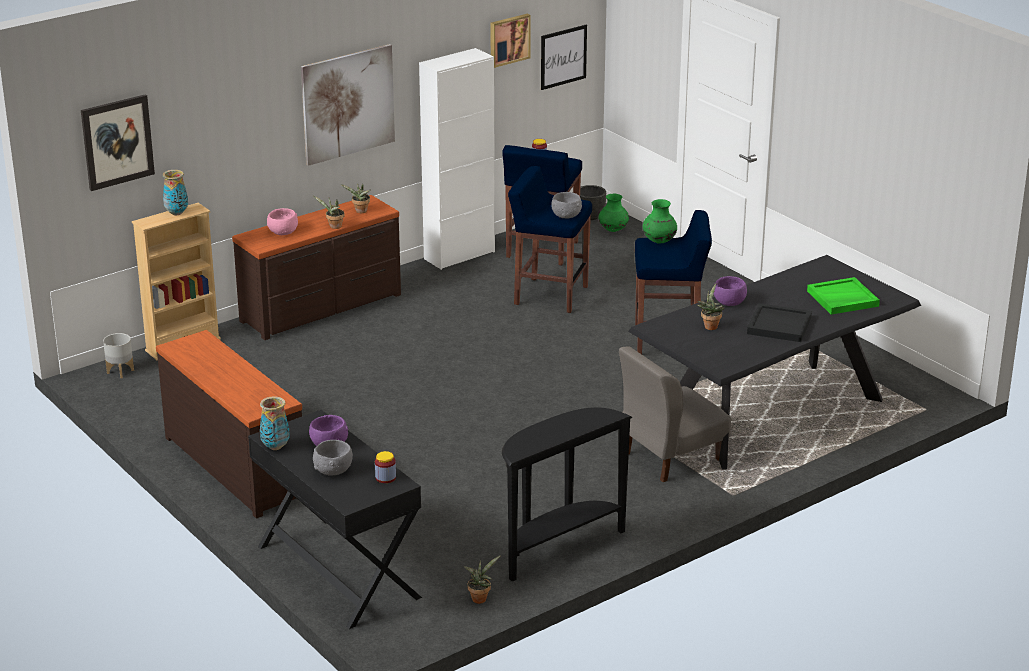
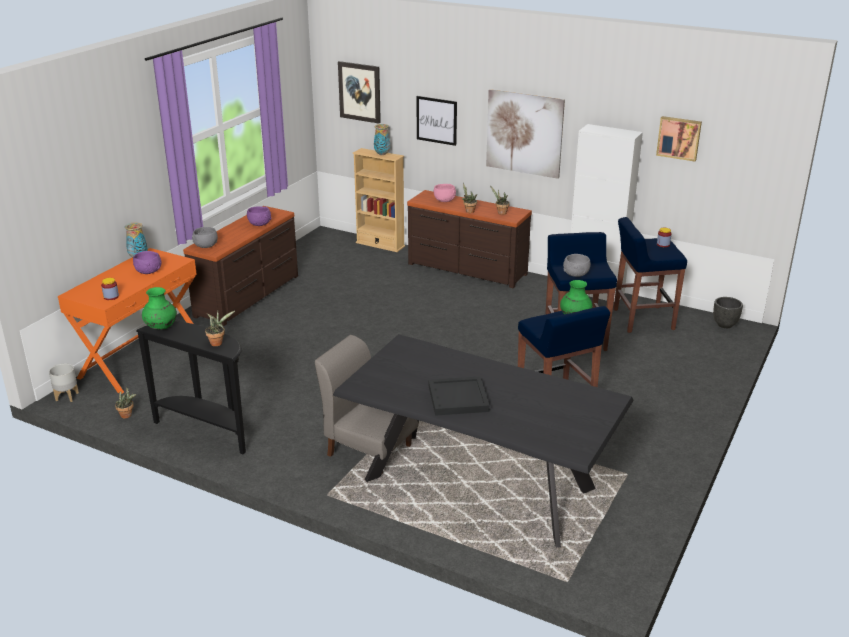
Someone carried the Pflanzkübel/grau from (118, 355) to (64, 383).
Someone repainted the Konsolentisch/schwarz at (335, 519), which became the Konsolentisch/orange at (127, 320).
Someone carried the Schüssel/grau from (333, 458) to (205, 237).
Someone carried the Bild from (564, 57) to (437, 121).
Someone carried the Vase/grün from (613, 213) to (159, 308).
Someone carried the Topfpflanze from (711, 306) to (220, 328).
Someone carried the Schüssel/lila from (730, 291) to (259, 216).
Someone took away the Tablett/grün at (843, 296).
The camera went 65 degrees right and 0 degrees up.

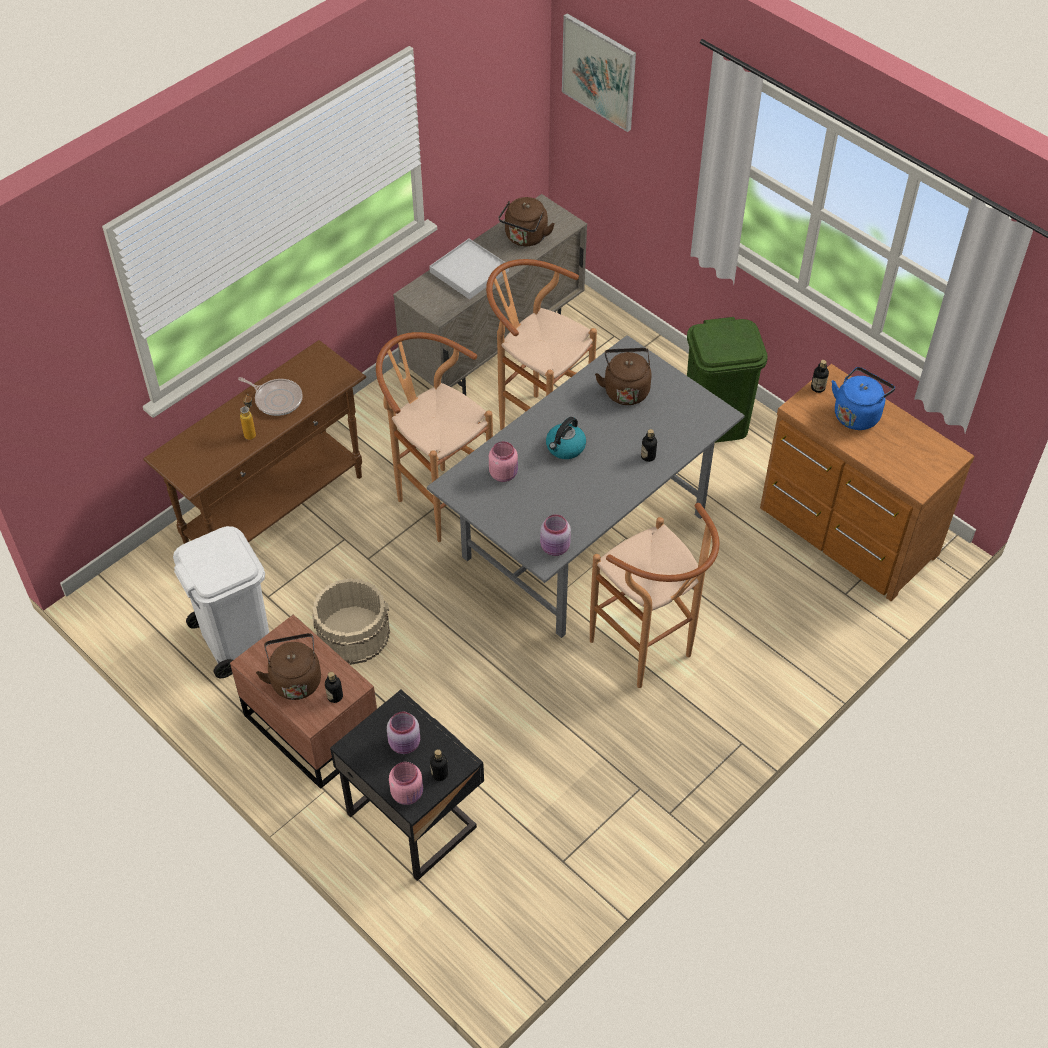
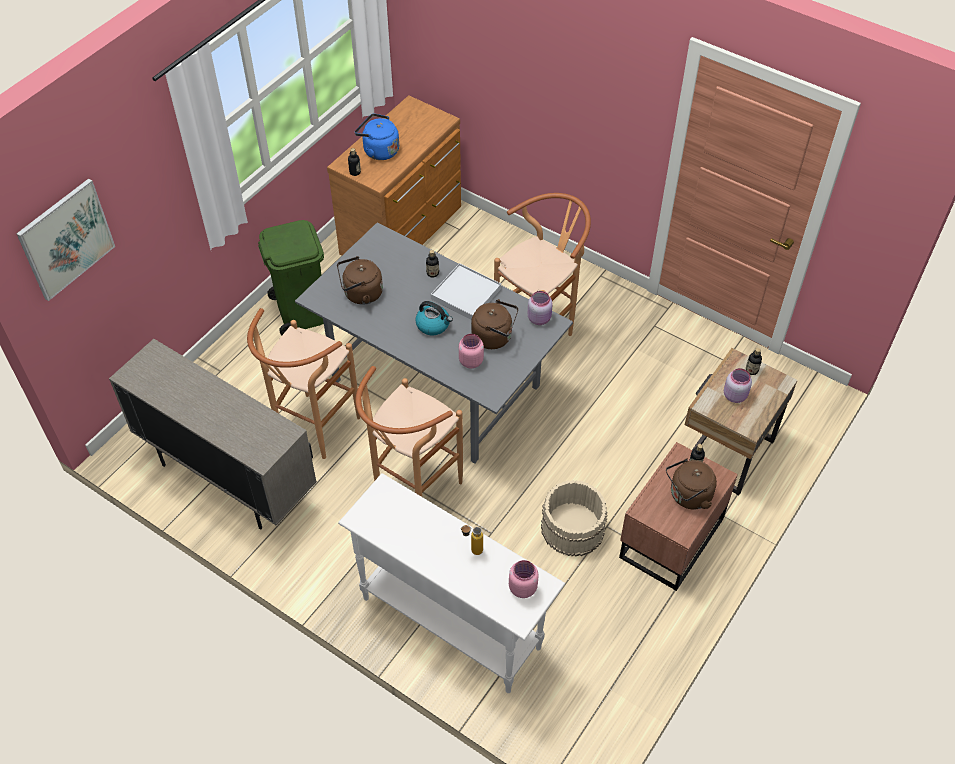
Someone repainted the Konsolentisch/braun at (254, 442), which became the Konsolentisch/weiß at (451, 583).
Someone took away the Mülleimer/weiß at (221, 602).
Someone took away the Pfanne at (270, 396).
Someone repainted the Nachttisch/schwarz at (407, 785), which became the Nachttisch/beige at (741, 421).
Someone carried the Vorratsglas/rosa from (406, 783) to (524, 579).
Someone carried the Tablett/weiß from (469, 269) to (466, 291).
Someone carried the Wasserkessel/braun from (527, 221) to (494, 324).
The camera went 100 degrees left and 0 degrees up.

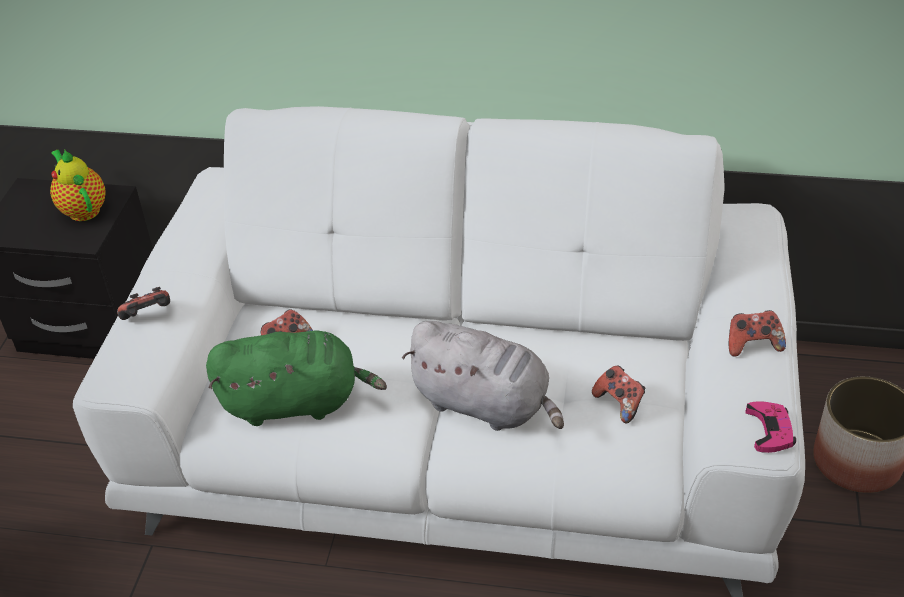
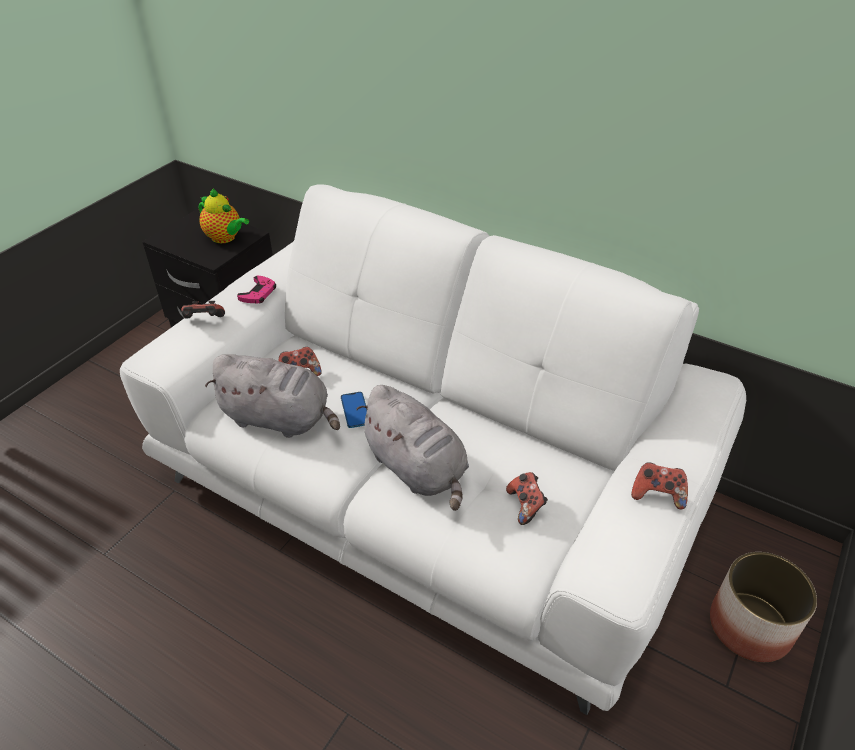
Someone rotated the Teekanne at (78, 185) by 135 degrees clockwise.
Someone repainted the Plüschtier/grün at (296, 378), which became the Plüschtier/grau at (272, 396).
Someone carried the Gamepad/rosa from (770, 427) to (256, 289).
Someone put down the Handy at (354, 410).
The camera went 20 degrees right and 0 degrees up.

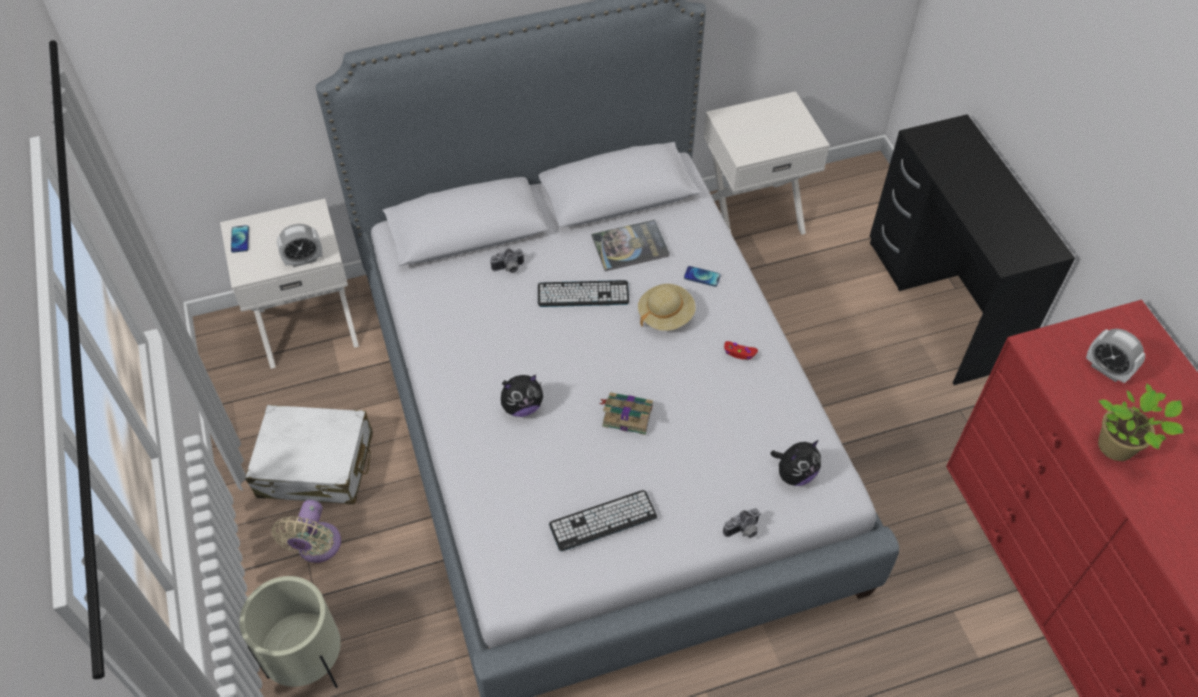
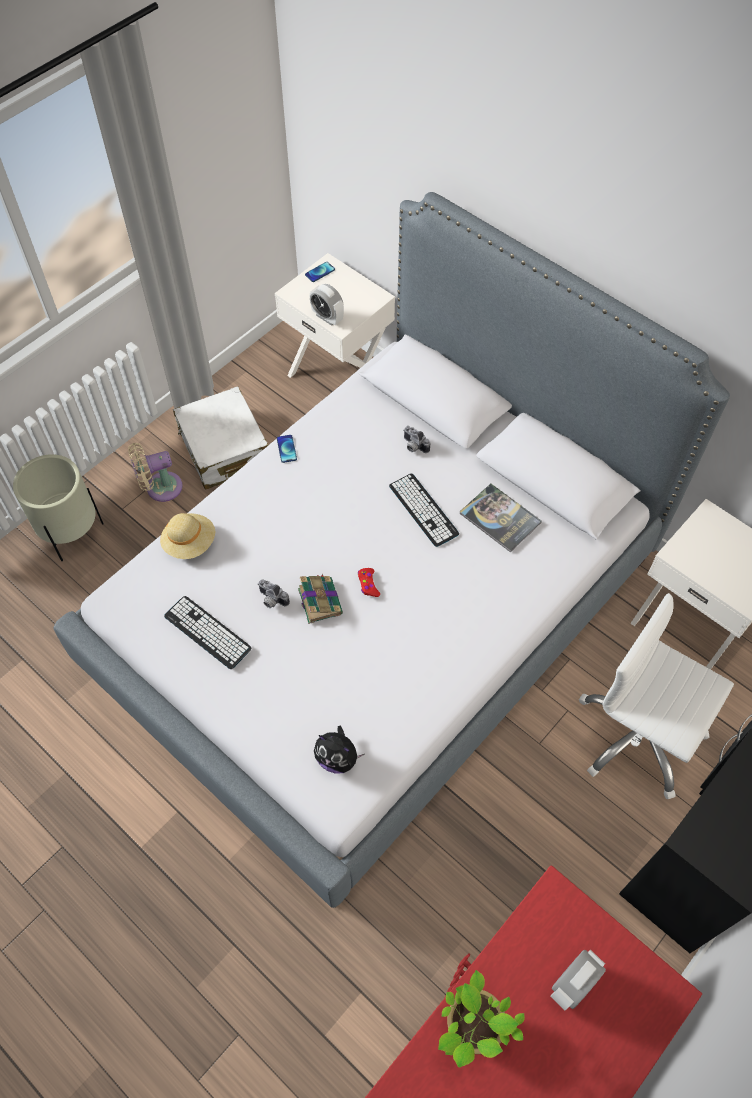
Someone took away the Plüschtier at (522, 396).
Someone carried the Hut/beige from (667, 307) to (187, 536).
Someone carried the Handy from (702, 276) to (287, 449).
Someone carried the Kamera from (742, 523) to (274, 593).
Someone carried the Gamepad/rot from (741, 350) to (369, 582).
Someone rotated the Wecker at (1115, 356) by 150 degrees counterclockwise.
Someone put down the Bürostuhl/weiß at (656, 696).
The camera went 60 degrees right and 5 degrees up.

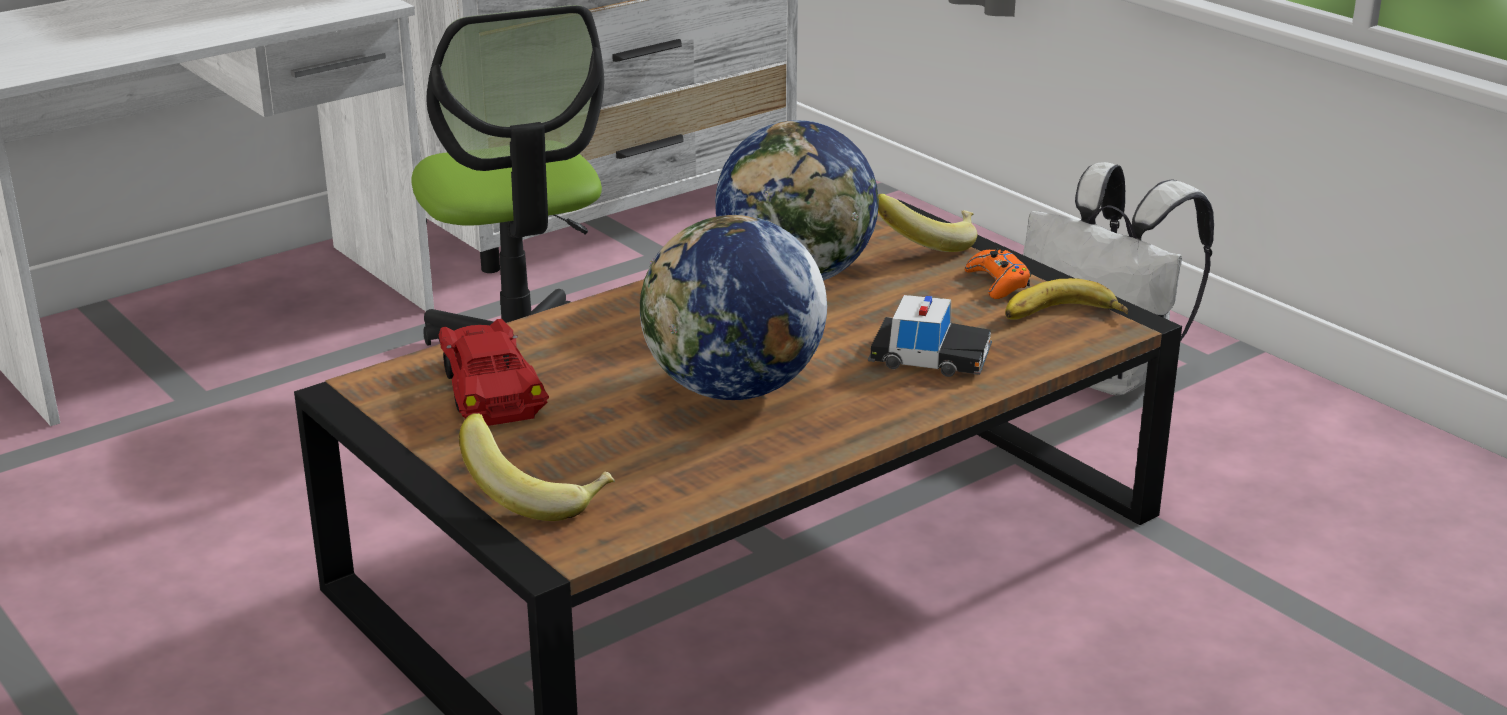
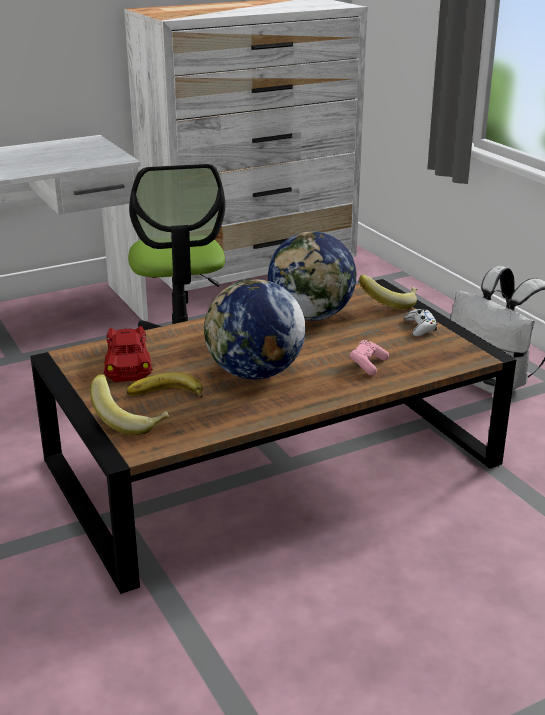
Someone swapped the Spielzeugauto at (930, 336) for the Gamepad/rosa at (369, 357).
Someone repainted the Gamepad/orange at (998, 274), which became the Gamepad/weiß at (420, 322).
Someone carried the Banane from (1066, 299) to (164, 385).
The camera went 10 degrees right and 0 degrees up.

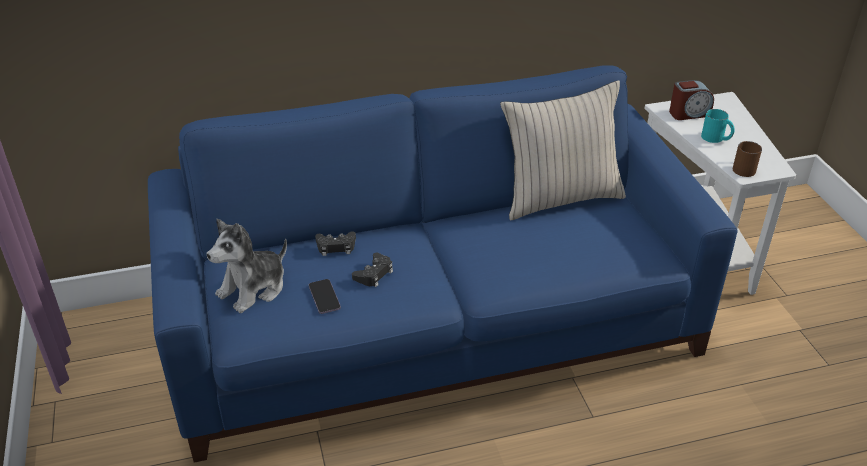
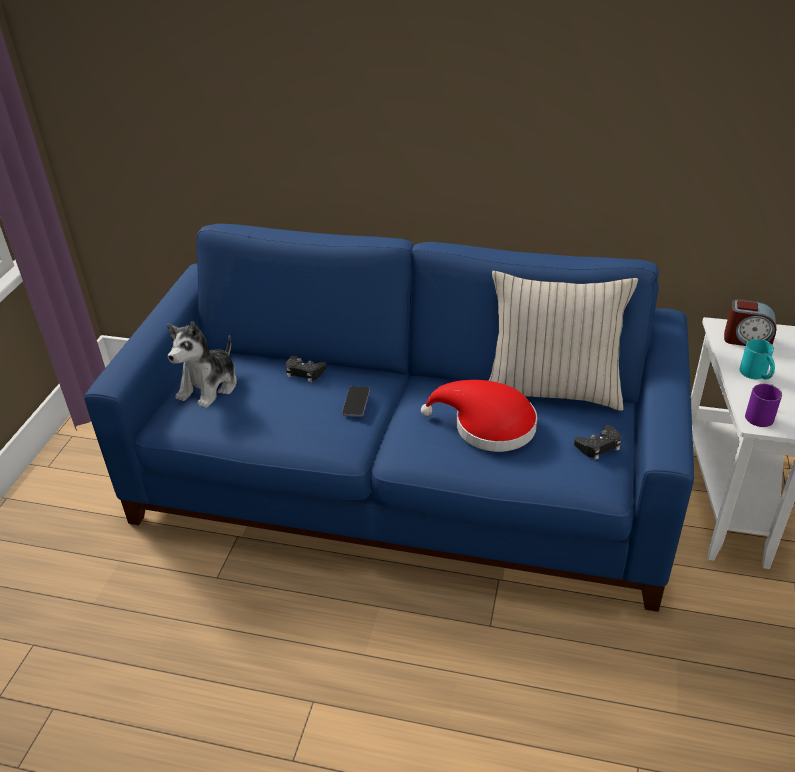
Someone rotated the Plüschtier at (247, 266) by 45 degrees counterclockwise.
Someone carried the Handy from (325, 296) to (356, 401).
Someone carried the Gamepad/schwarz from (372, 270) to (597, 442).
Someone repainted the Henkelbecher/braun at (747, 159), which became the Henkelbecher/lila at (763, 405).
Someone put down the Hut/rot at (479, 416).
The camera went 30 degrees right and 0 degrees up.

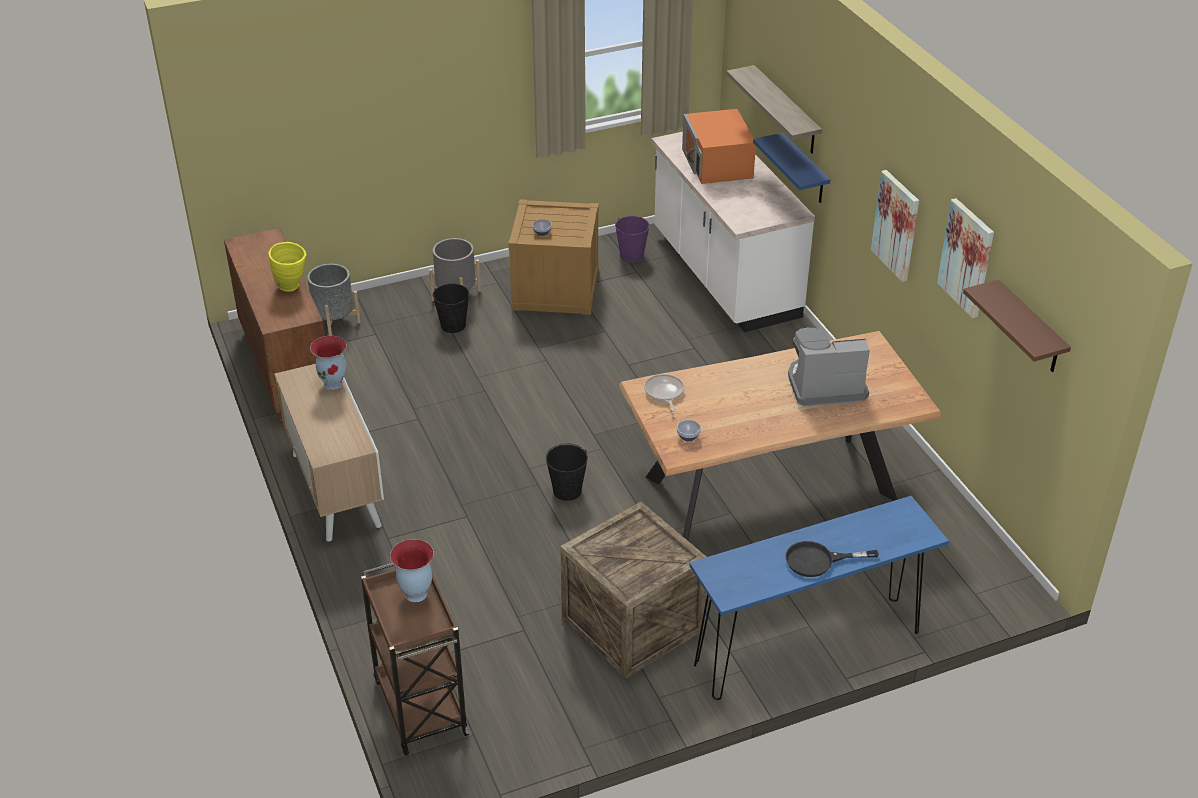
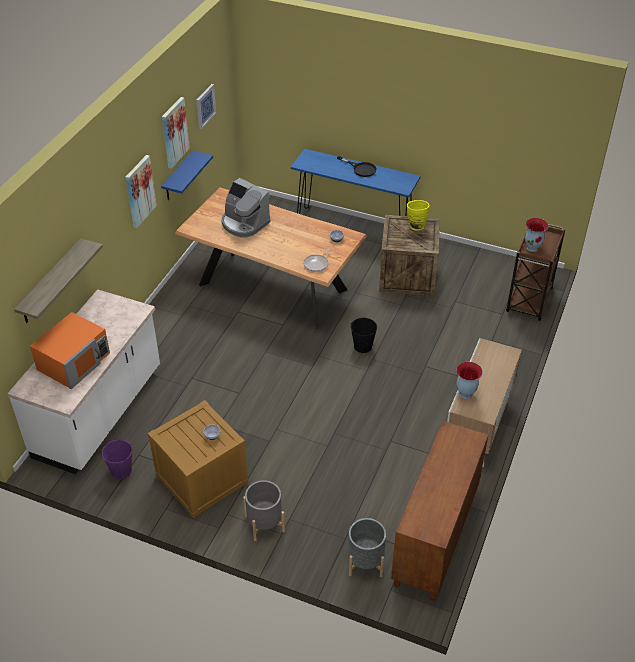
Someone carried the Vase/gelb from (287, 267) to (418, 215).
Someone took away the Eimer/schwarz at (450, 308).
Someone carried the Wandregal/blau from (791, 168) to (187, 175).
Someone swapped the Wandregal/braun at (1017, 326) for the Bild at (206, 106).
The camera went 135 degrees left and 5 degrees up.

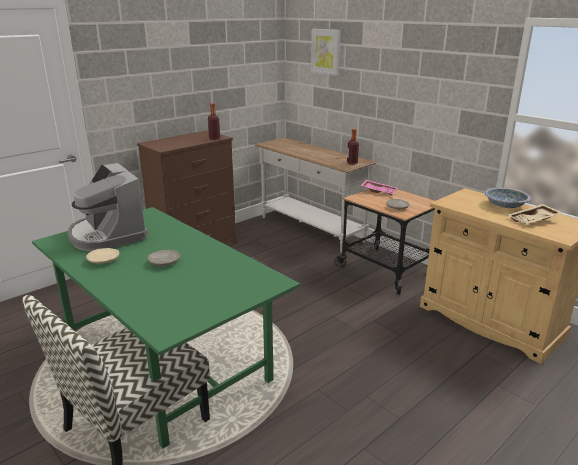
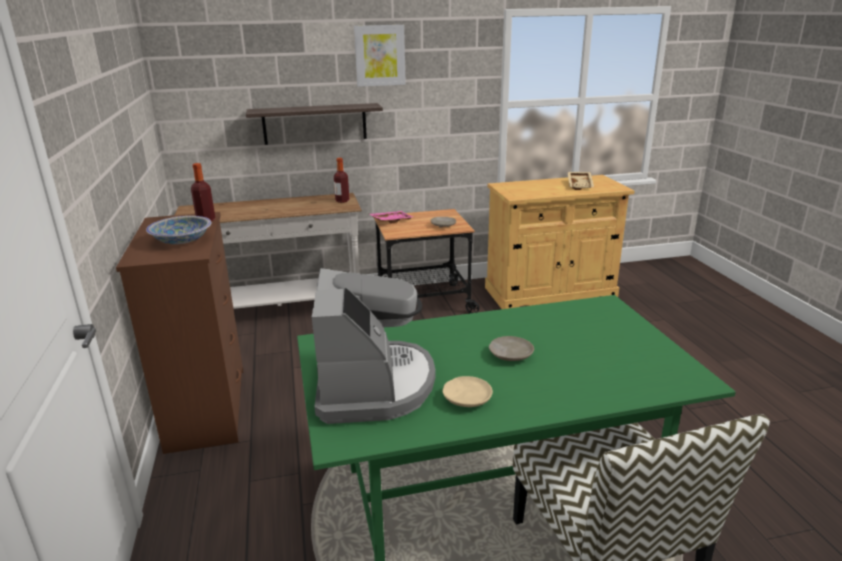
Someone rotated the Kaffeemaschine at (108, 207) by 90 degrees counterclockwise.
Someone carried the Bild from (326, 52) to (380, 56).
Someone carried the Schüssel from (507, 198) to (178, 230).
Someone put up the Wandregal at (314, 124).
The camera went 60 degrees left and 0 degrees up.

